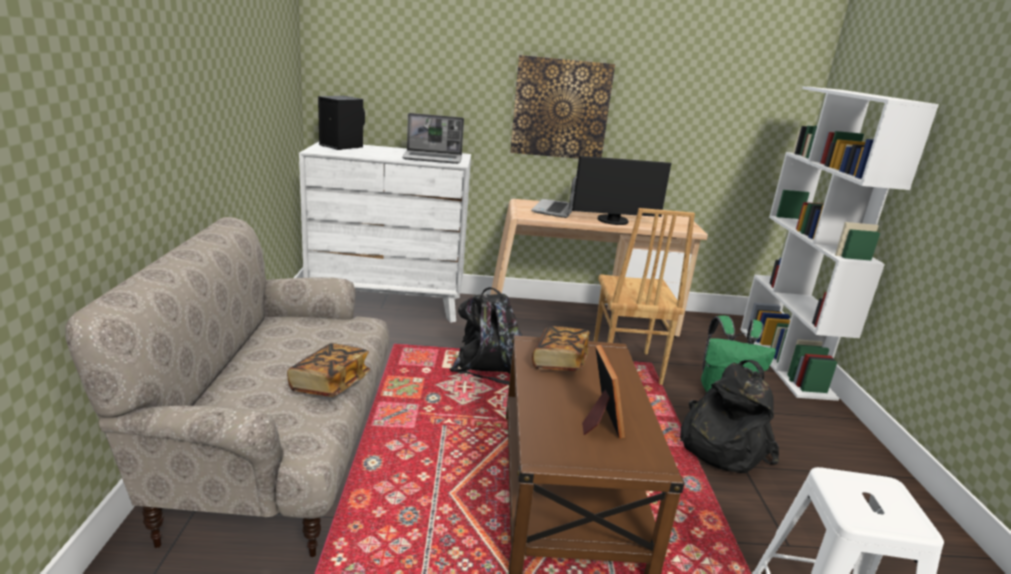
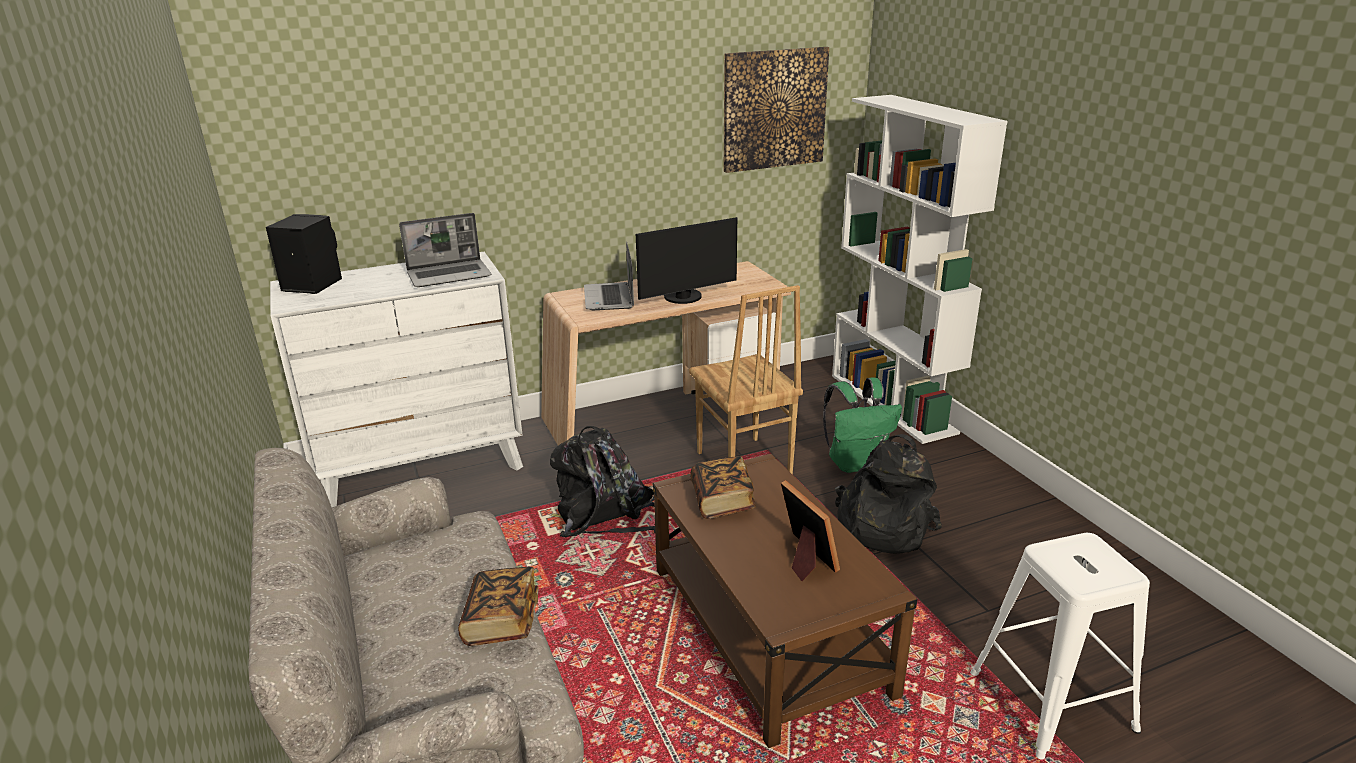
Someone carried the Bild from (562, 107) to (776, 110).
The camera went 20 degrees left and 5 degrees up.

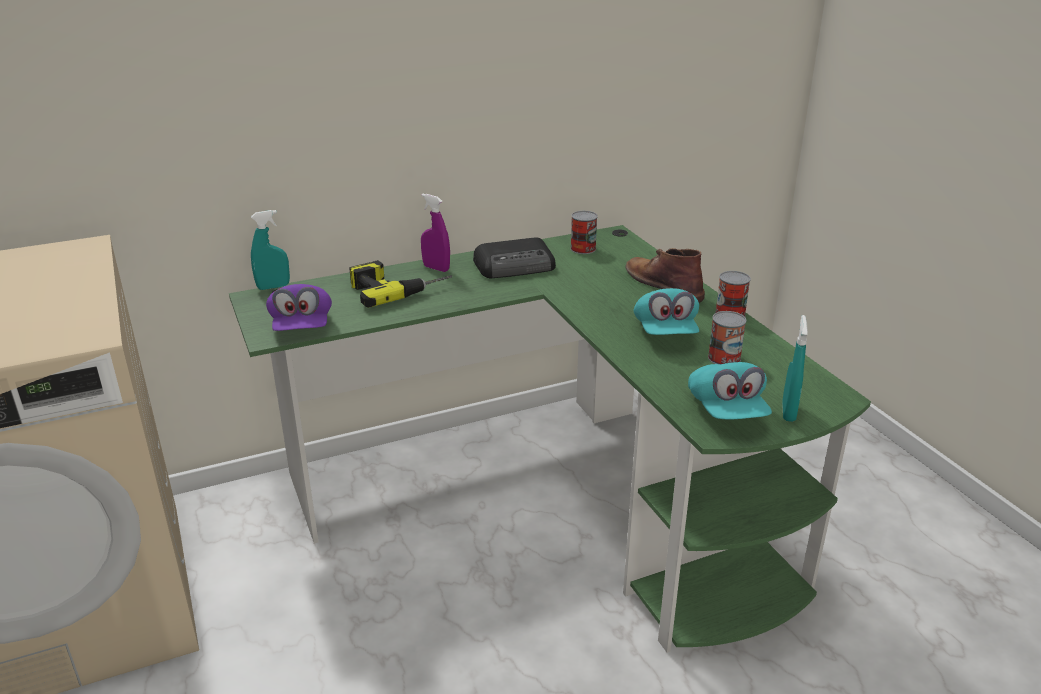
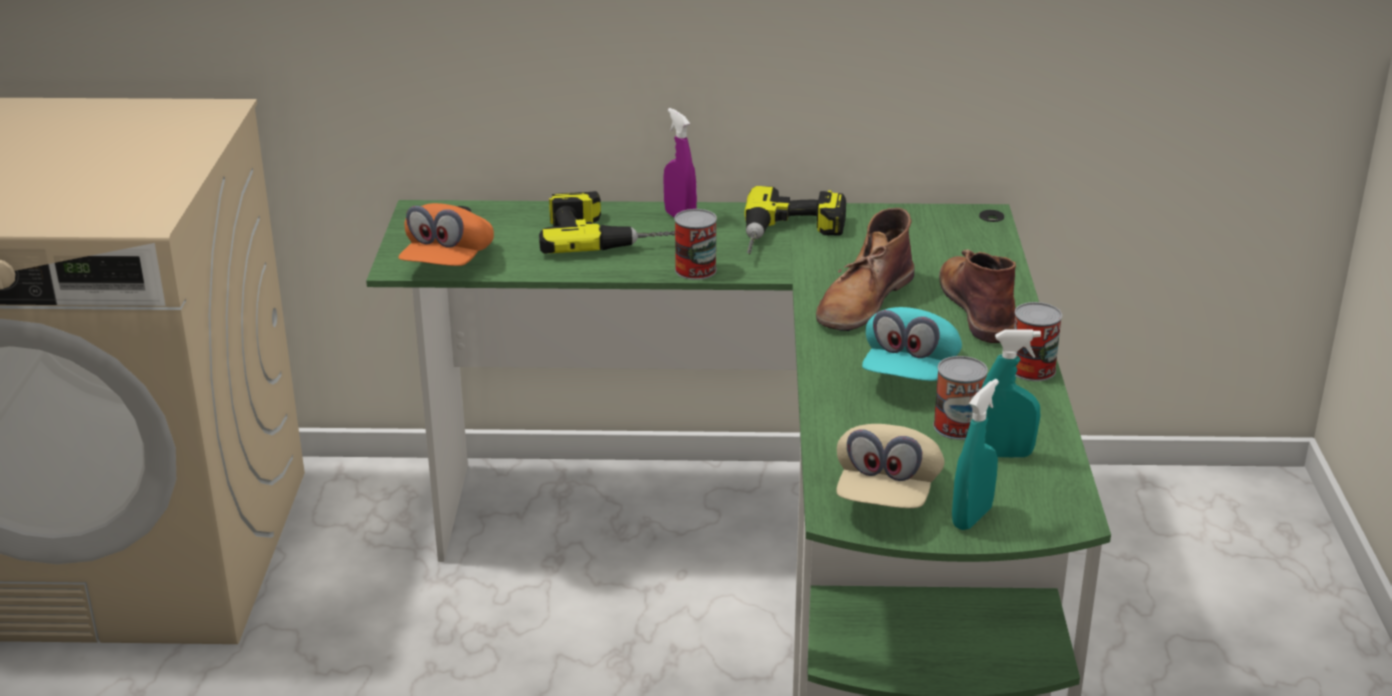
Someone carried the Sprühflasche/türkis from (270, 250) to (1011, 393).
Someone repainted the Kappe/lila at (299, 307), which became the Kappe/orange at (446, 234).
Someone swapped the Radio at (514, 257) for the Bohrmaschine at (795, 220).
Someone carried the Dose from (584, 232) to (695, 244).
Someone repainted the Kappe/türkis at (730, 390), which became the Kappe/beige at (890, 466).
Someone put down the Stiefel/braun at (865, 269).
The camera went 25 degrees right and 0 degrees up.

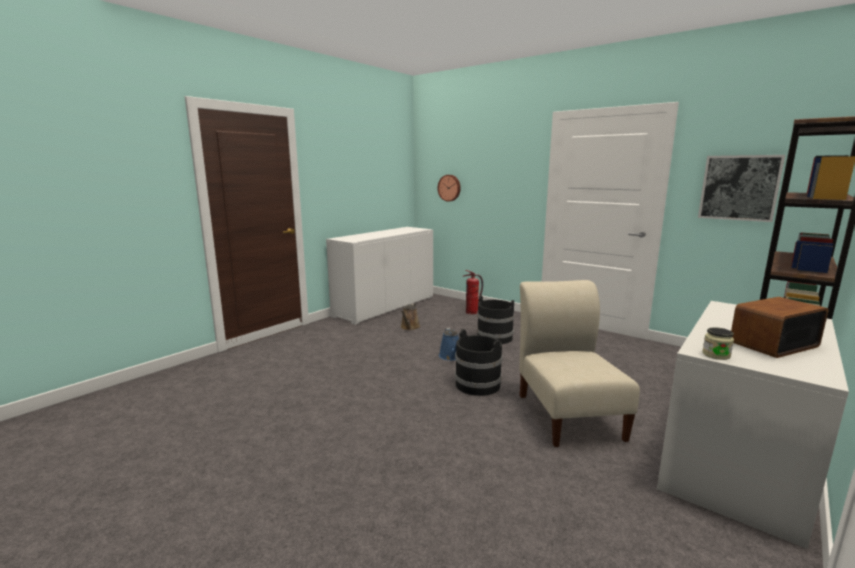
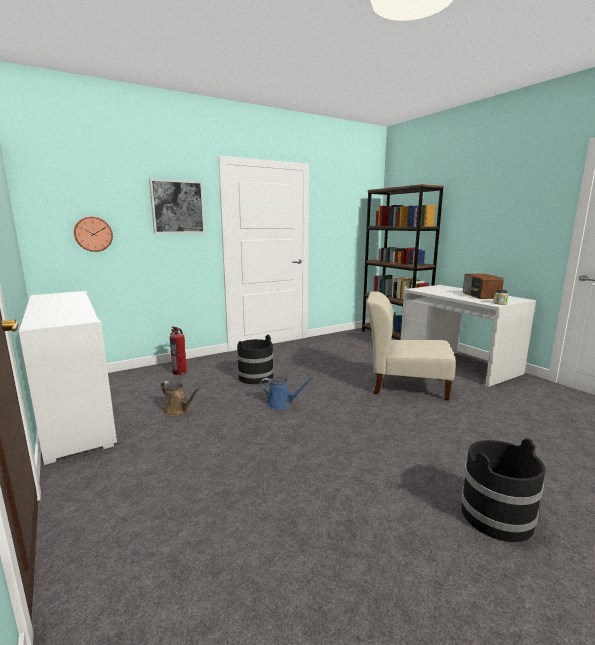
Someone carried the Eimer/schwarz from (478, 362) to (503, 490).
Someone carried the Bild from (741, 188) to (177, 206).
The camera went 70 degrees left and 0 degrees up.

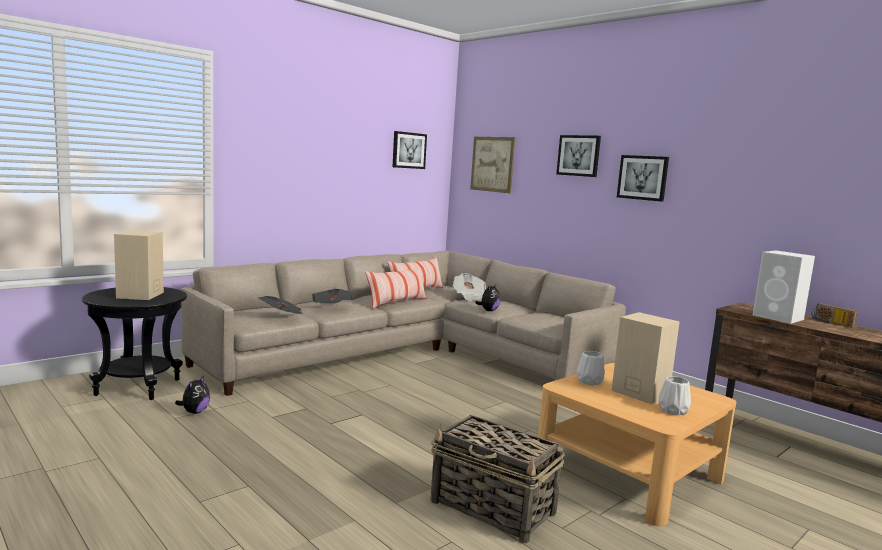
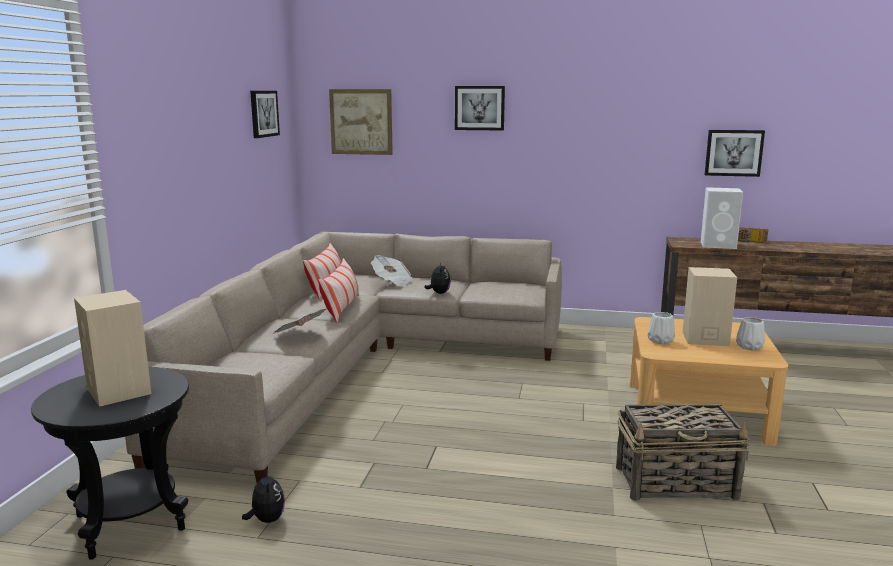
Someone took away the Zeitung at (280, 305).
Someone carried the Bild from (643, 178) to (735, 153).
The camera went 35 degrees left and 5 degrees up.

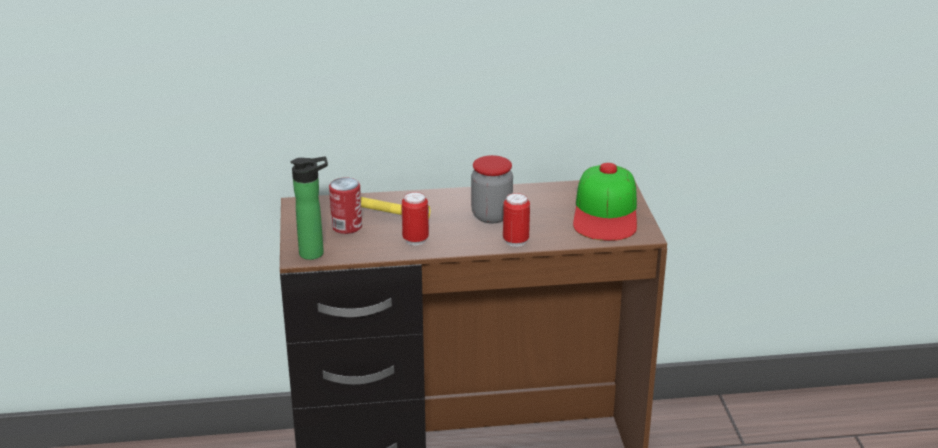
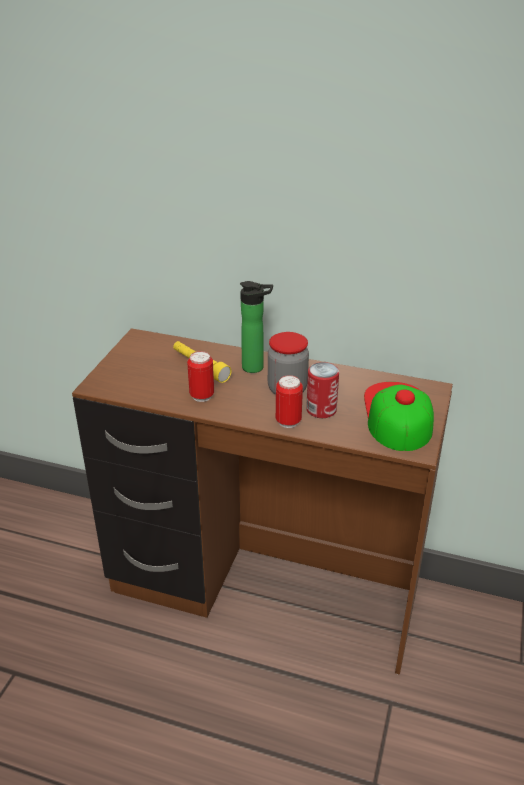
Someone carried the Flasche from (309, 208) to (256, 327).
Someone carried the Dose from (345, 206) to (322, 390).
Someone rotated the Kappe at (605, 202) by 150 degrees clockwise.
The camera went 25 degrees right and 5 degrees up.

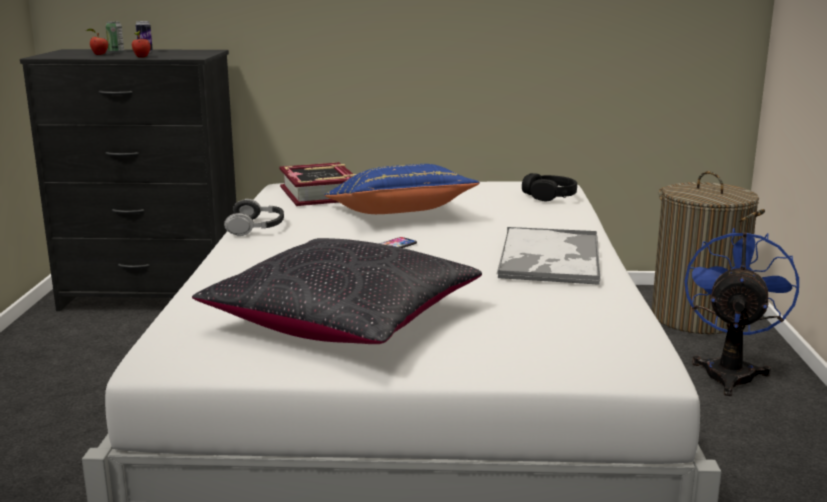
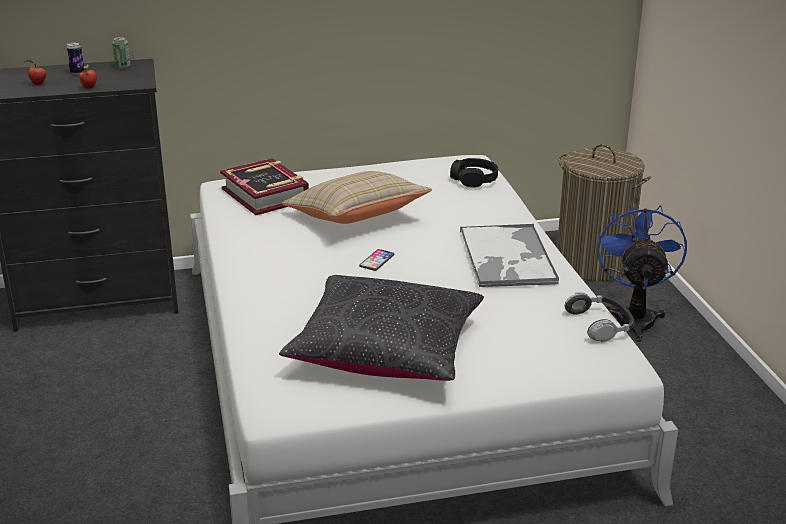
Someone carried the Dose from (114, 37) to (121, 53).
Someone carried the Kopfhörer from (254, 217) to (599, 317).
Someone repainted the Kissen/blau at (402, 189), which became the Kissen/beige at (357, 197).
The camera went 15 degrees left and 10 degrees up.

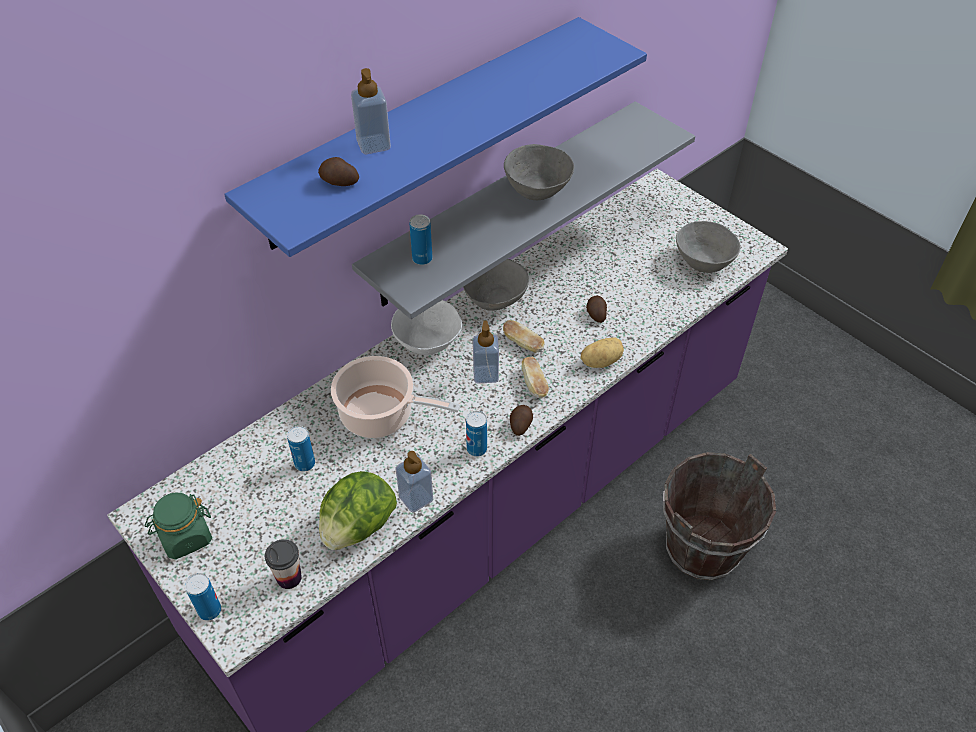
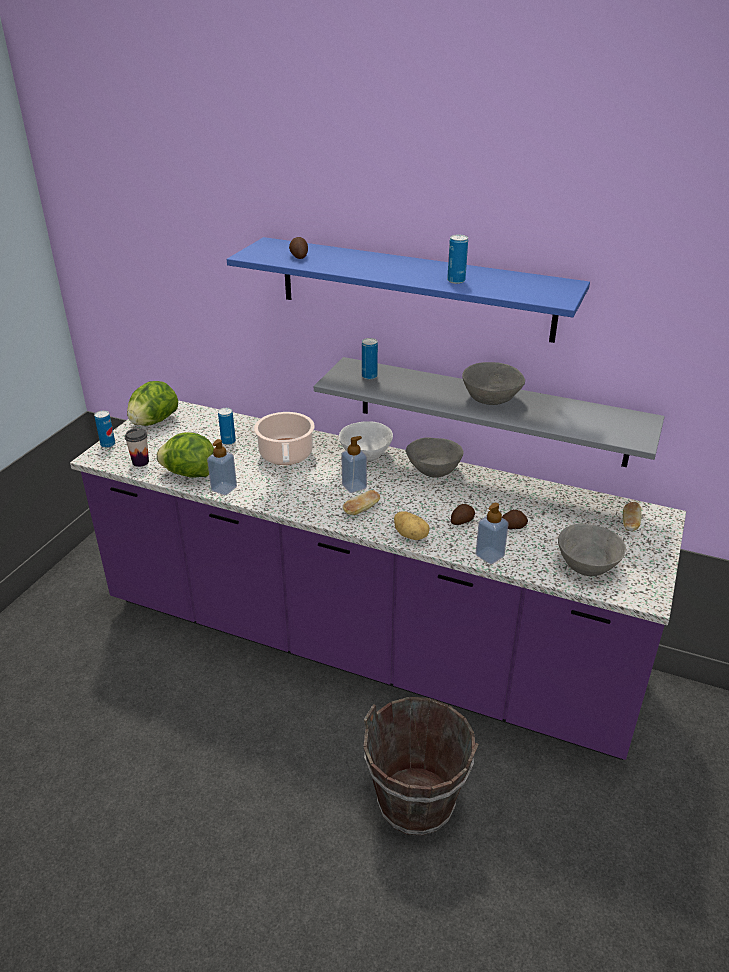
Someone swapped the Vorratsglas/grün at (178, 525) for the Salatkopf at (152, 403).
Someone carried the Seifenspender from (371, 111) to (492, 533).
Someone carried the Dose from (476, 434) to (457, 259).
Someone carried the Brot from (524, 336) to (632, 516).
Someone carried the Kartoffel from (521, 420) to (515, 519).
The camera went 65 degrees right and 15 degrees down.

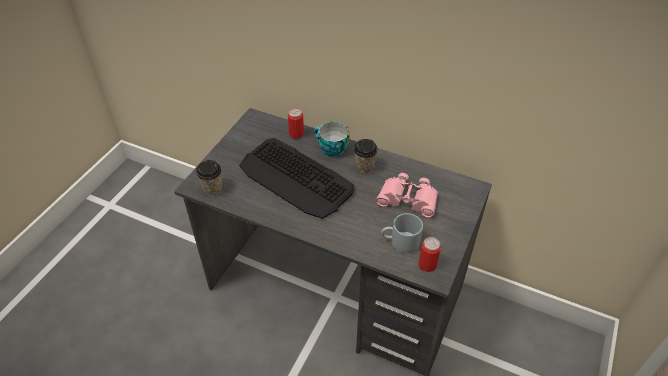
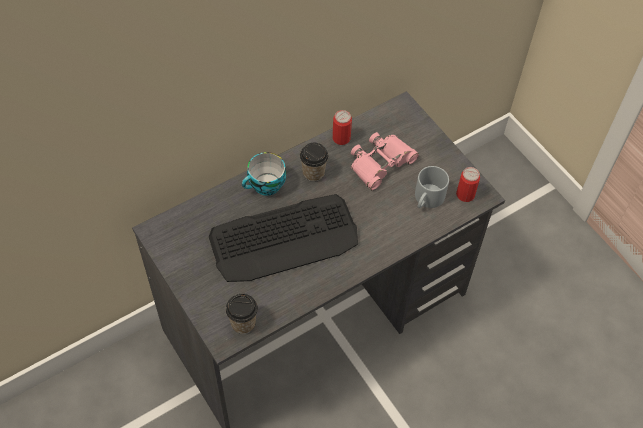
Someone carried the Dose from (296, 123) to (342, 127).
The camera went 60 degrees left and 10 degrees up.

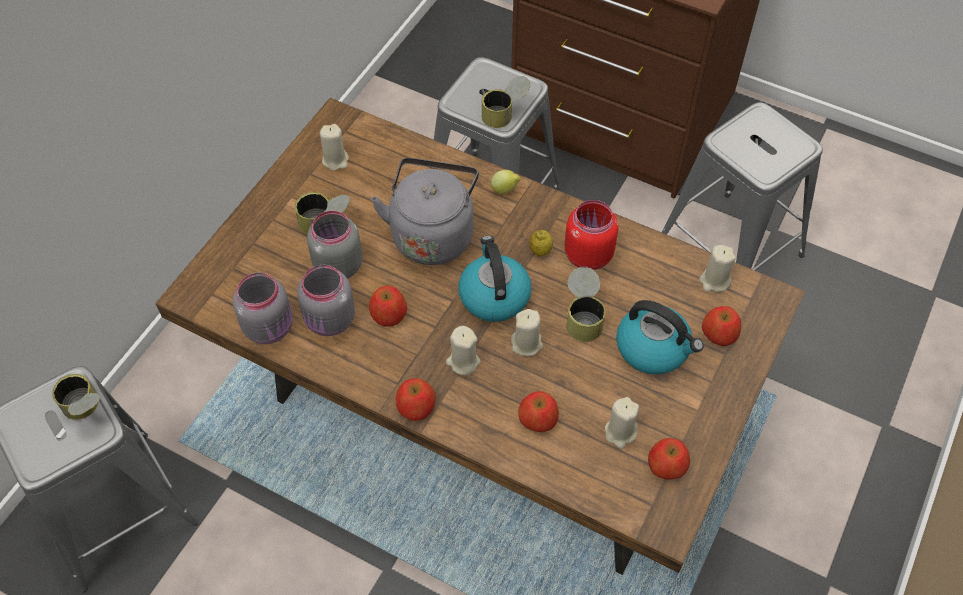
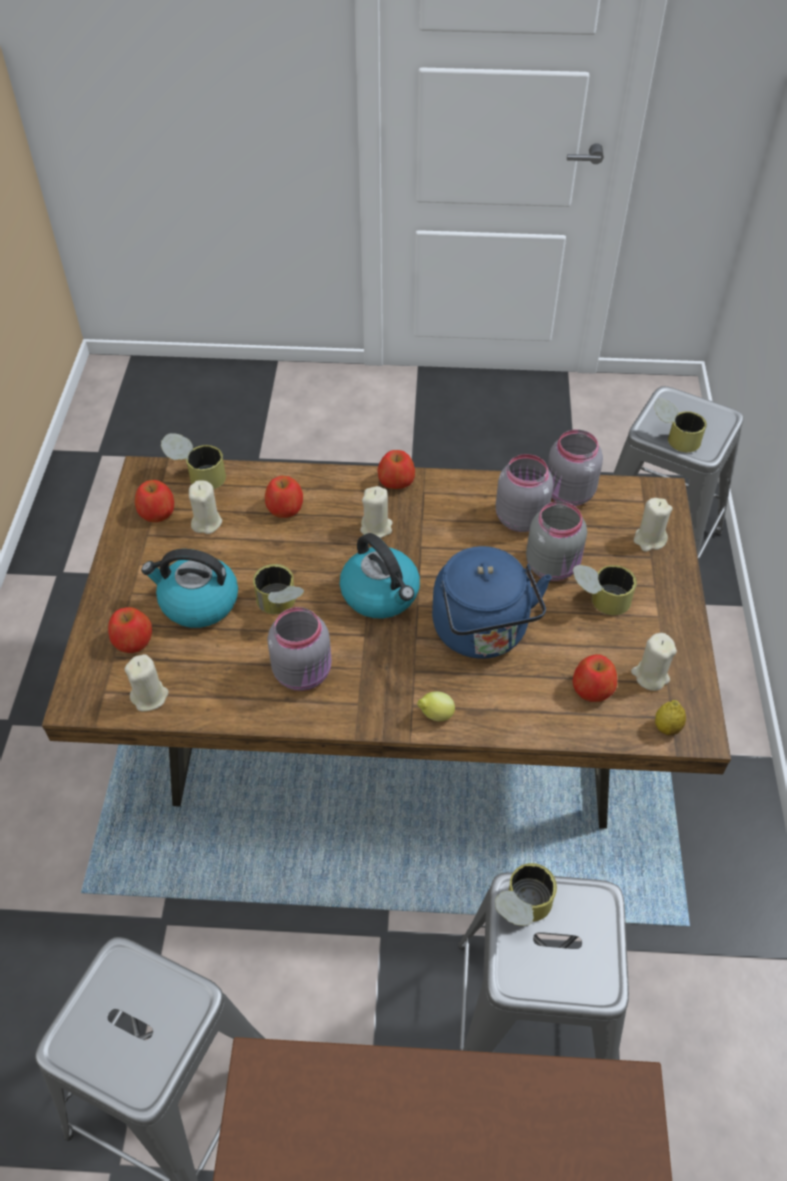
Someone carried the Apfel from (388, 306) to (594, 678).
Someone repainted the Wasserkessel/grau at (425, 211), which became the Wasserkessel/blau at (492, 602).
Someone carried the Kerze/beige from (527, 332) to (653, 525).
Someone carried the Zitrone from (541, 243) to (670, 717).
Someone repainted the Vorratsglas/rot at (591, 235), which became the Vorratsglas/grau at (299, 649).
Someone put down the Dose at (193, 461).
The camera went 155 degrees right and 5 degrees down.

